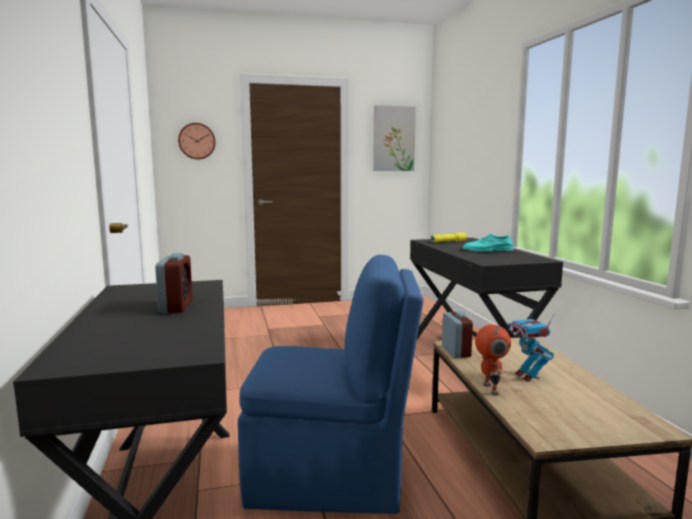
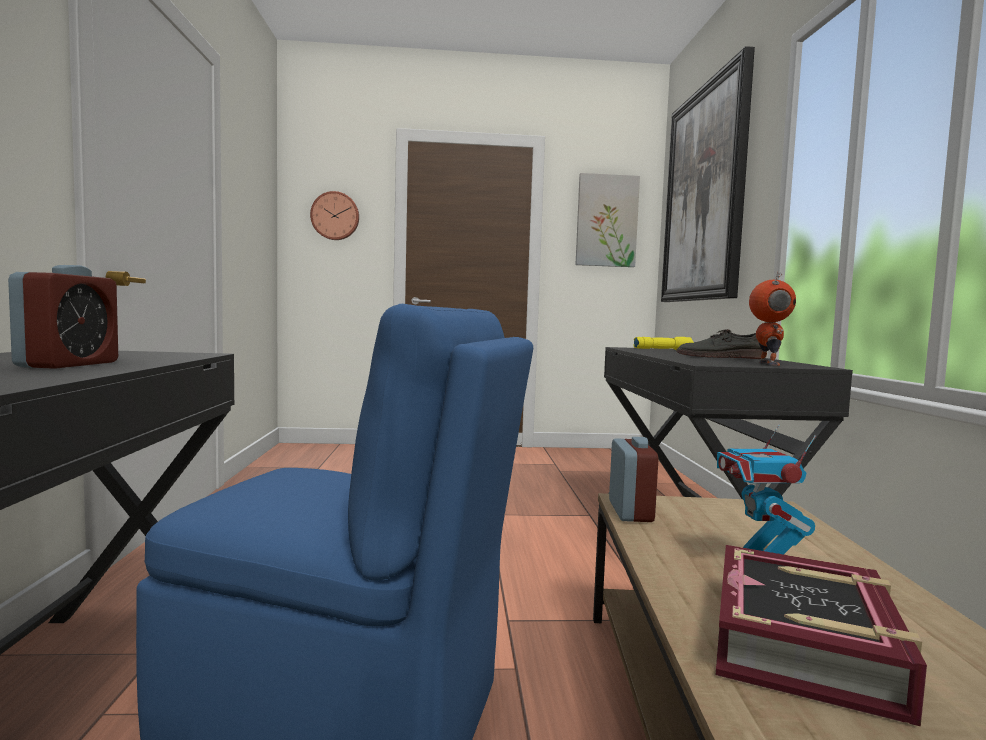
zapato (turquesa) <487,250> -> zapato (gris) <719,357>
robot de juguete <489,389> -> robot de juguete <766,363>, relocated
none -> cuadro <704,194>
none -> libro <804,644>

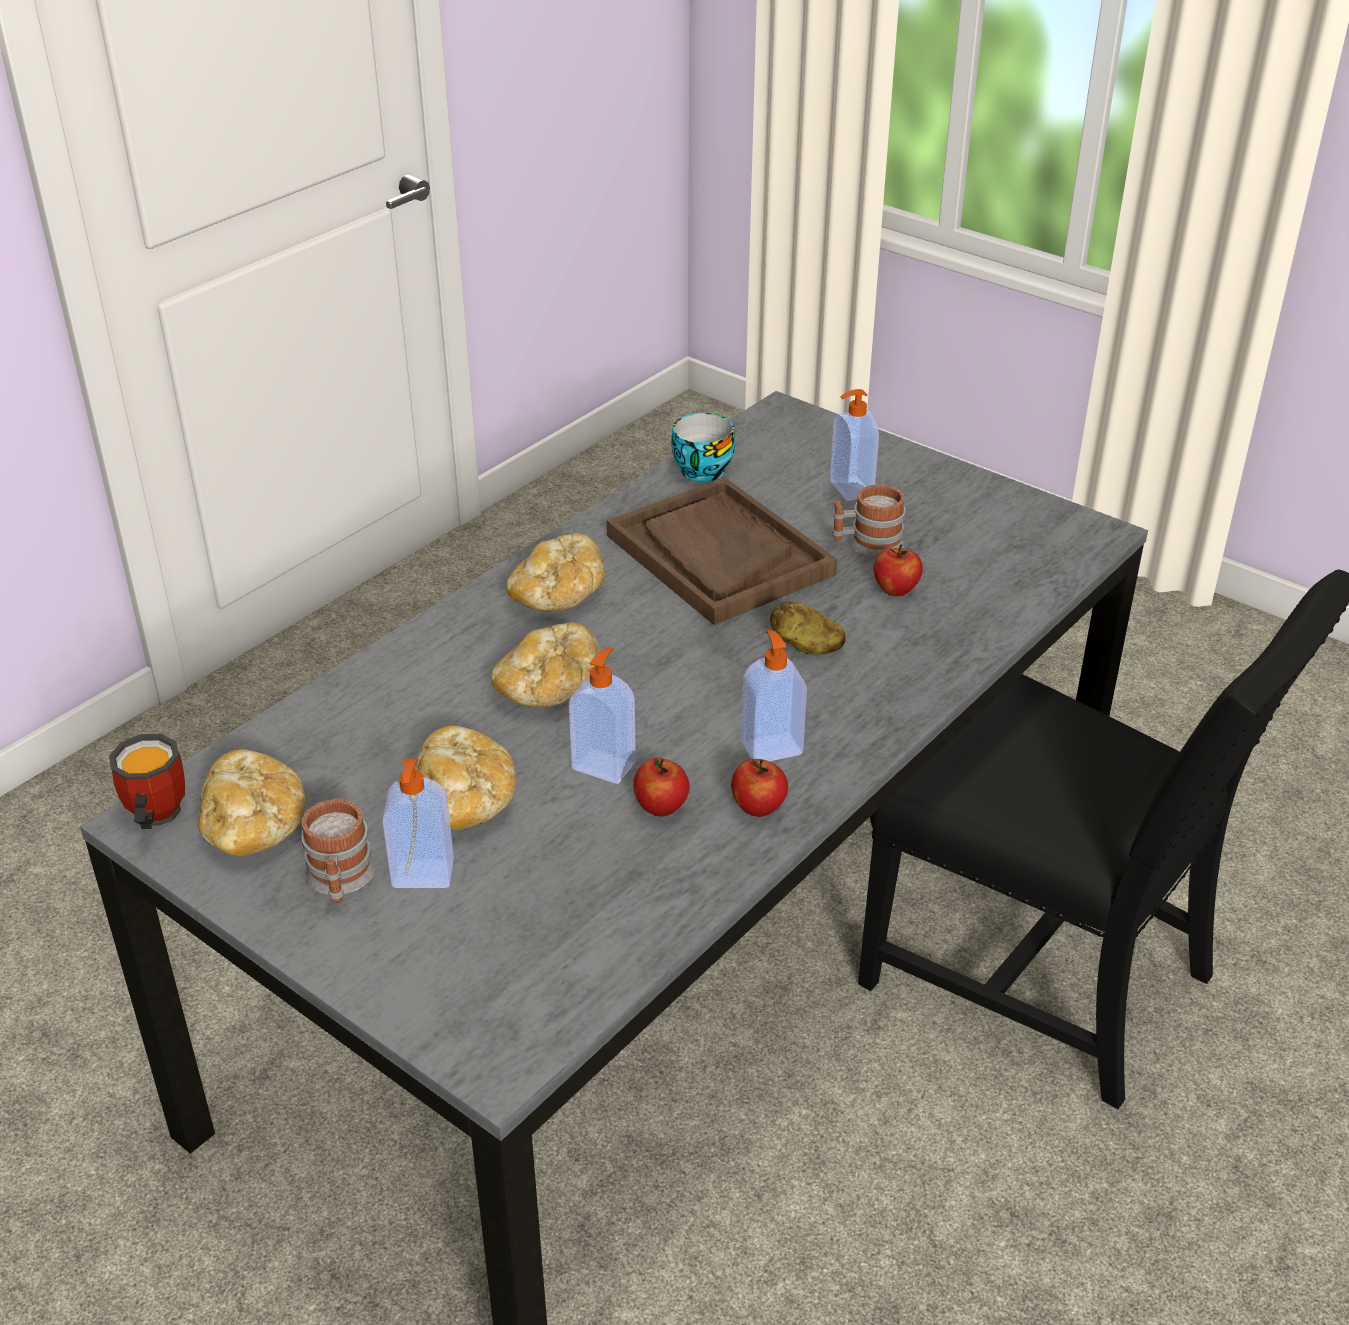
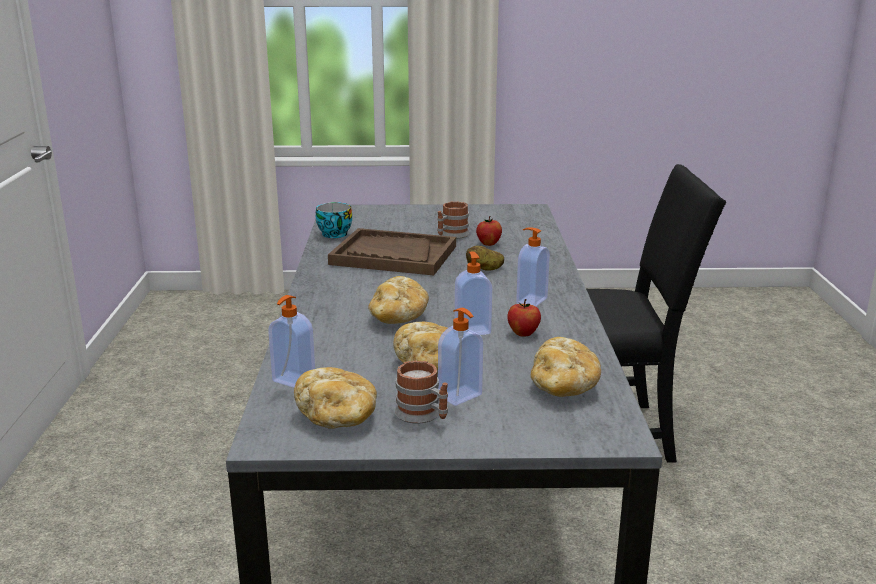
taza grande <152,818> -> none
pan <559,597> -> pan <563,387>, relocated
manzana <758,808> -> none
dispensador de jabón <850,489> -> dispensador de jabón <293,381>, relocated

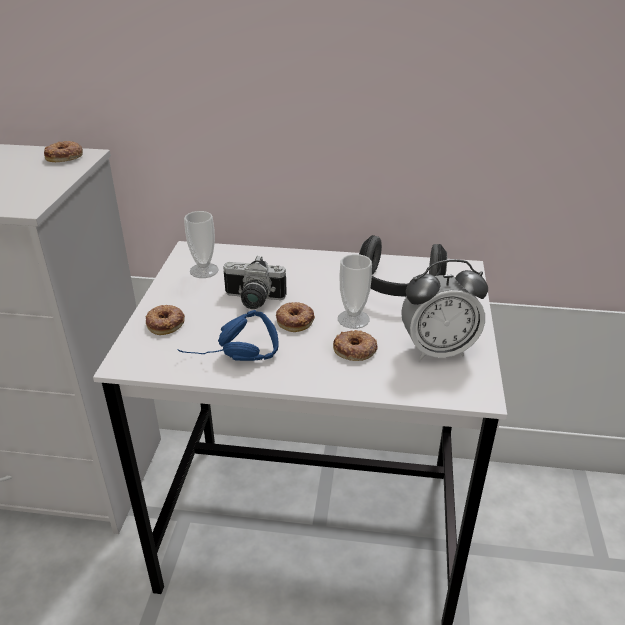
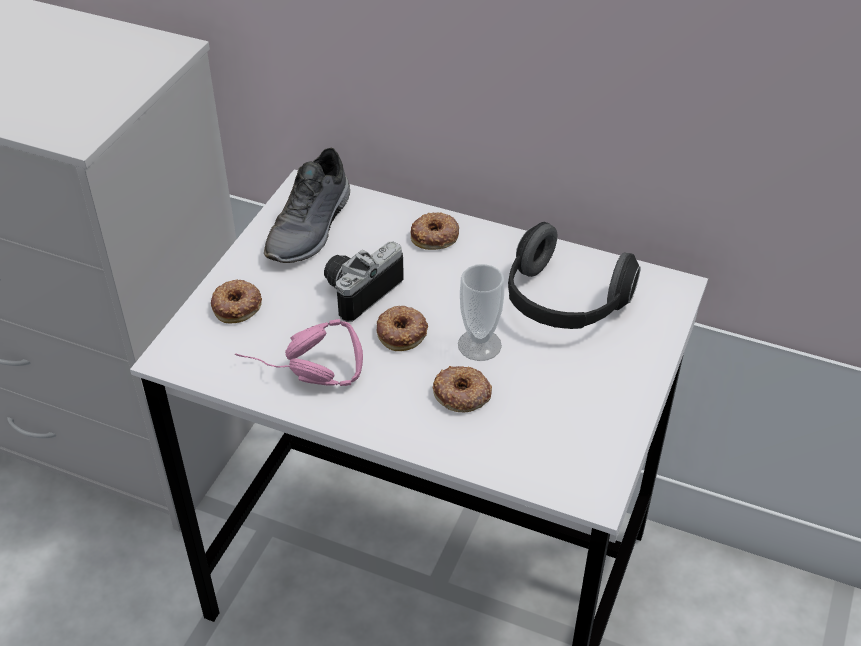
rosquilla <65,156> -> rosquilla <435,236>, relocated
auriculares (azul) <231,358> -> auriculares (rosa) <301,375>
taza <204,270> -> zapato (gris) <311,228>
cámara <252,301> -> cámara <358,290>, 105 degrees clockwise
despertador <437,350> -> none

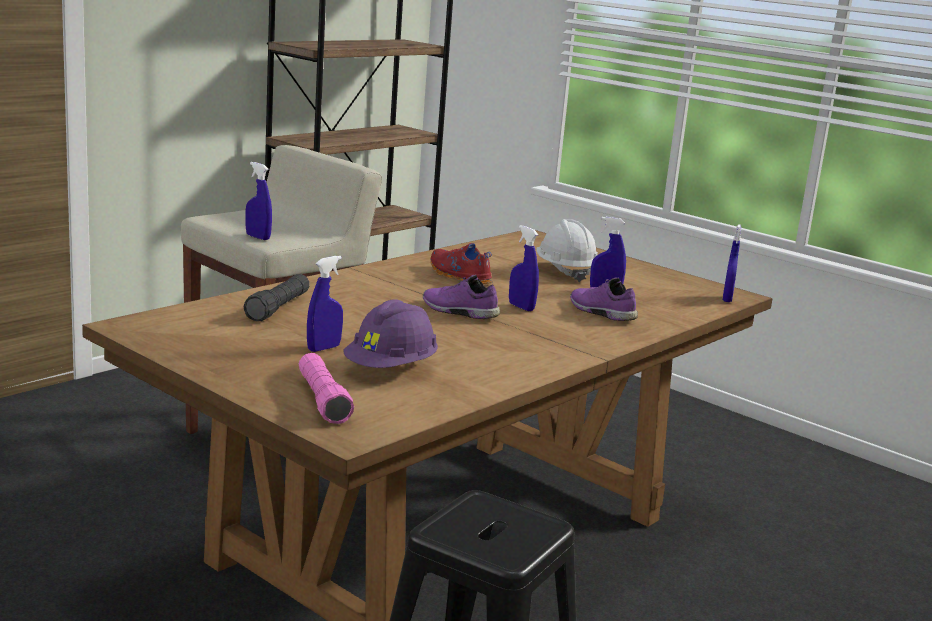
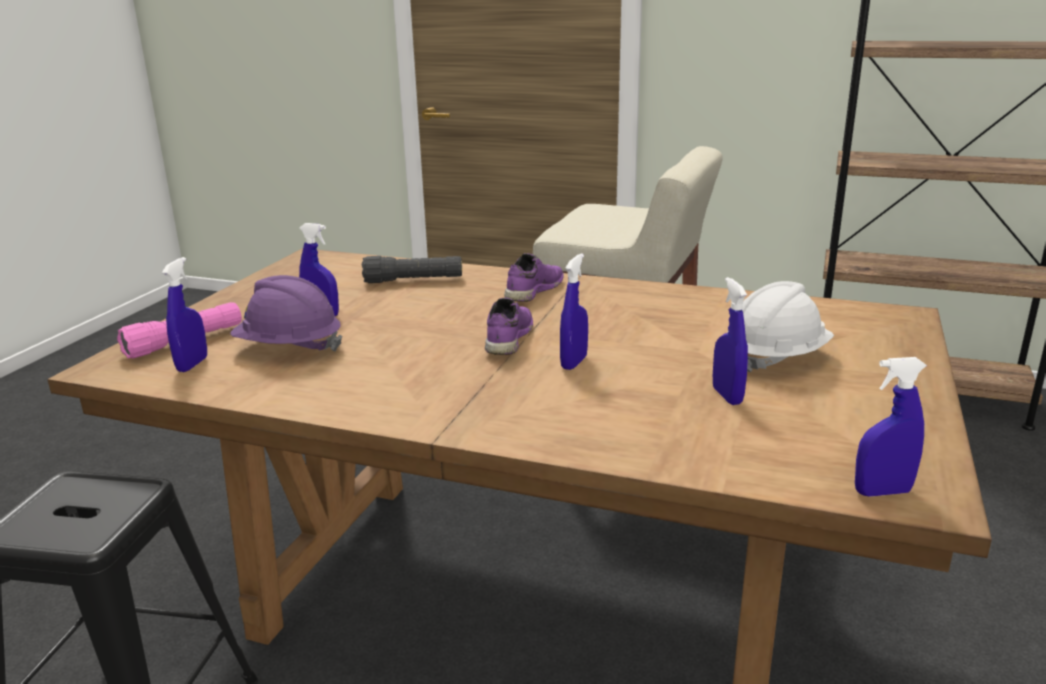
pulverizador (azul) <258,237> -> pulverizador (azul) <192,364>, relocated
zapato (rojo) <458,276> -> none
zapato (morado) <600,312> -> zapato (morado) <533,291>, relocated

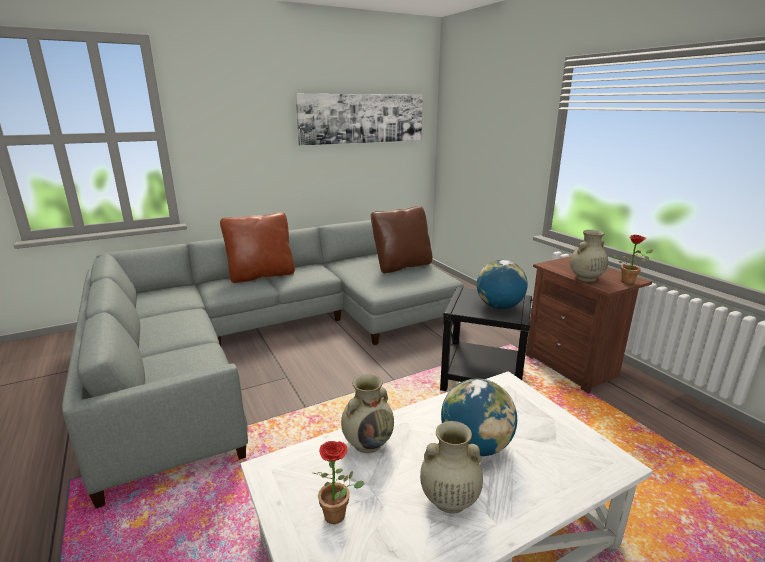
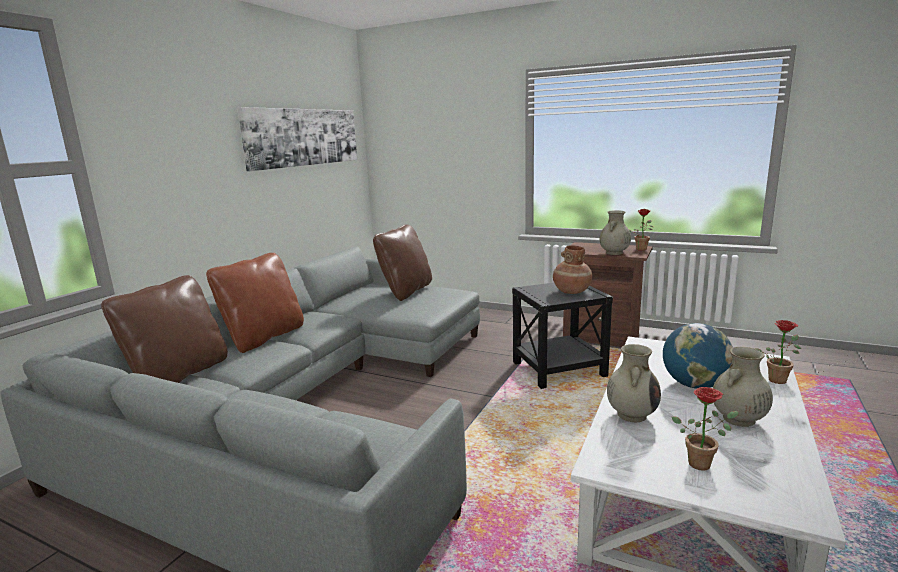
globo terráqueo <499,307> -> florero (marrón) <571,291>
none -> cojín (marrón) <179,375>
none -> planta en maceta <777,379>

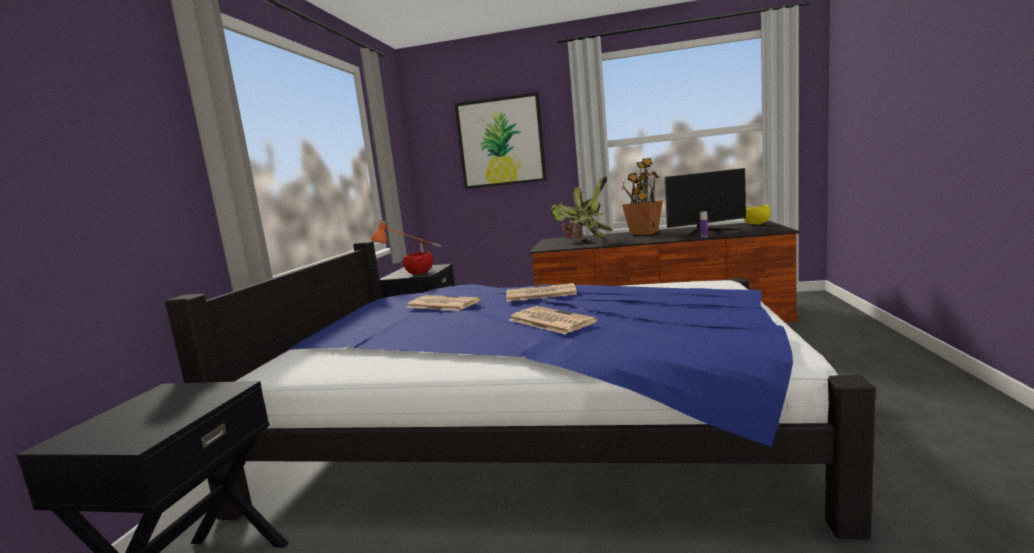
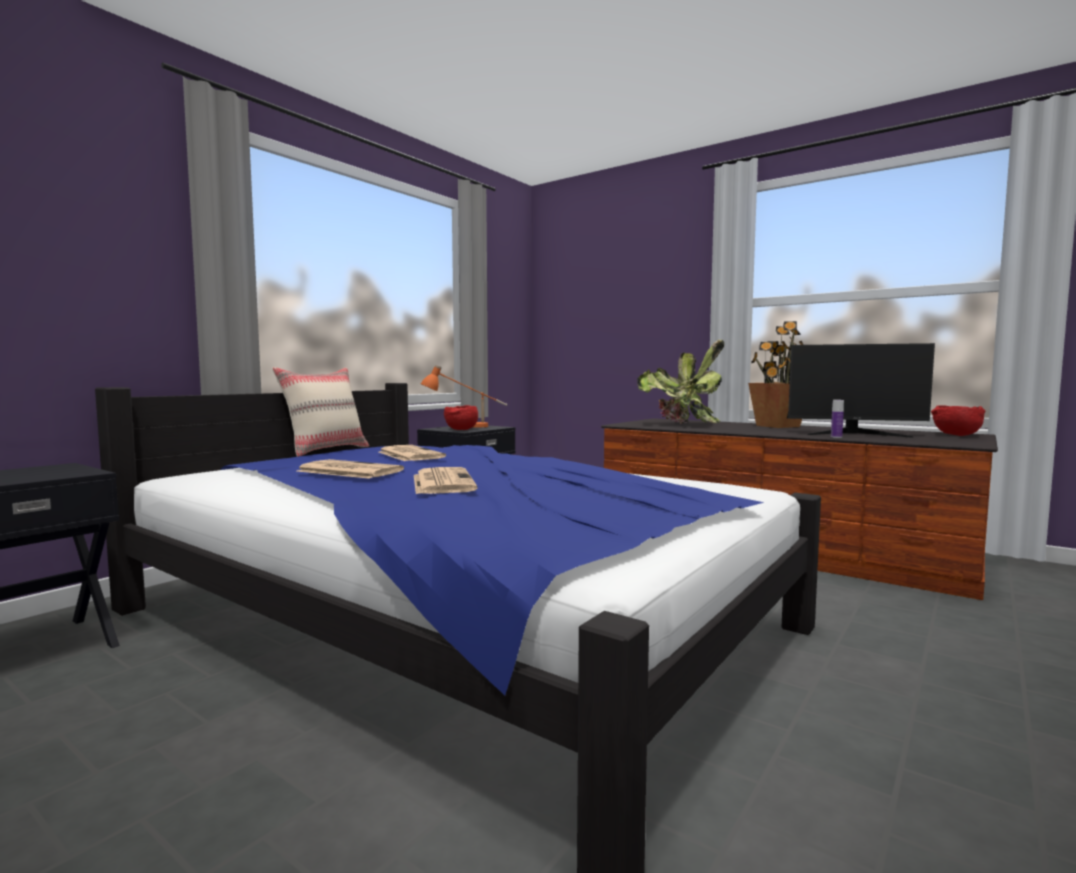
cuadro <501,142> -> none
periódico <539,294> -> periódico <348,471>, relocated
cuenco (amarillo) <756,224> -> cuenco (rojo) <956,435>
none -> cojín (beis) <325,450>

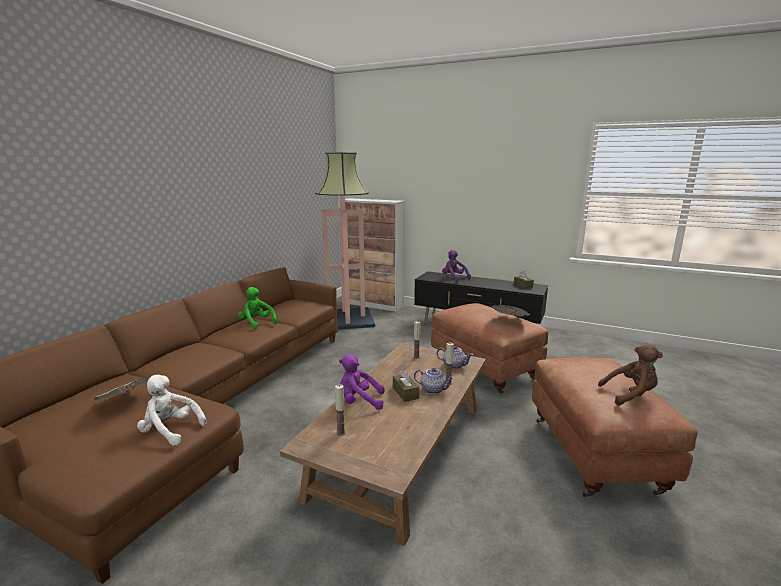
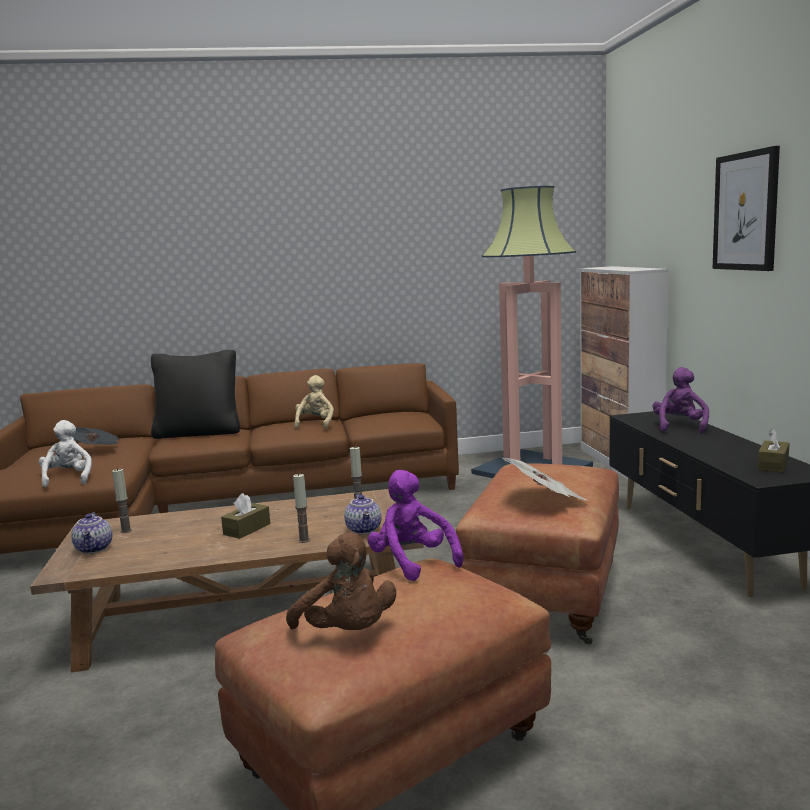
peluche (verde) <257,323> -> peluche (beis) <315,424>
peluche (morado) <359,402> -> peluche (morado) <412,562>, relocated
tetera <433,389> -> tetera <95,549>, relocated
none -> cojín (negro) <199,433>
none -> cuadro <746,211>

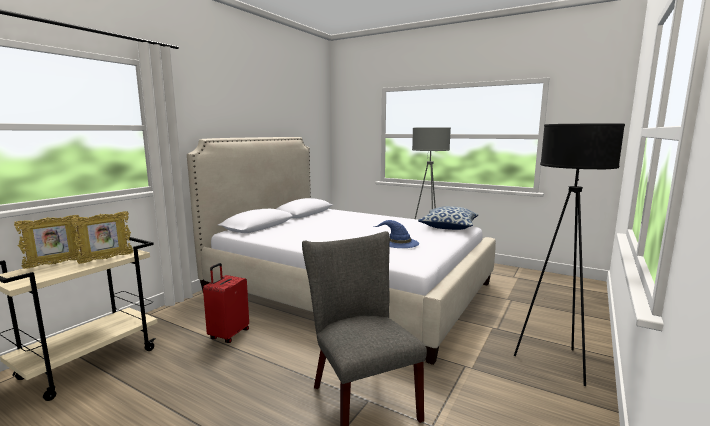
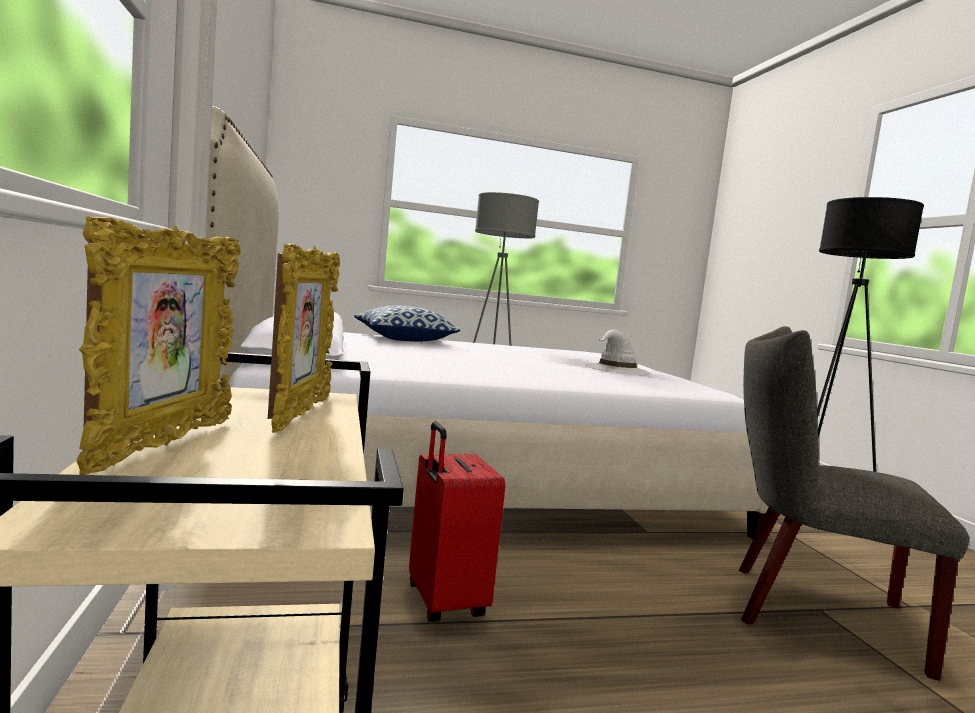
sombrero (azul) <399,243> -> sombrero (blanco) <617,369>
cojín <448,227> -> cojín <403,339>, relocated

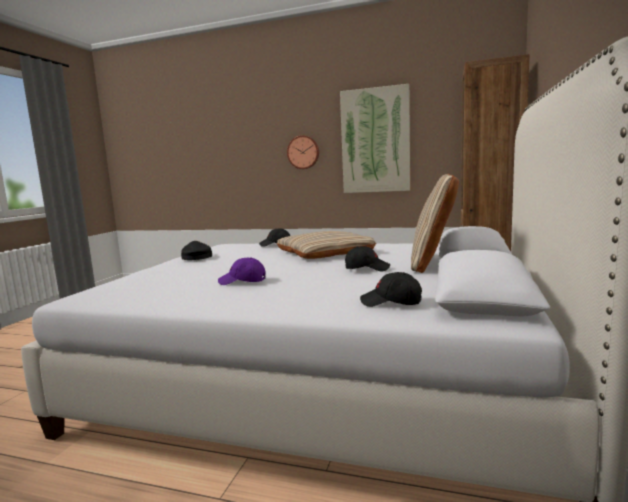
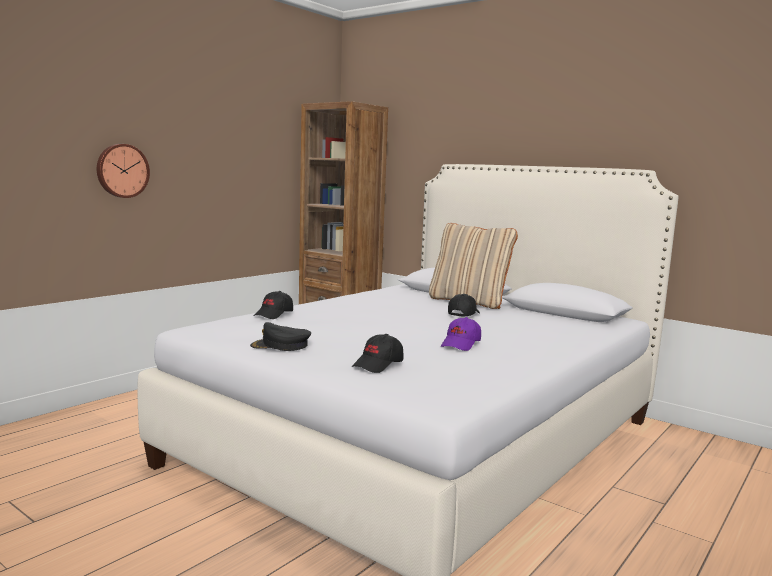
cojín (beis) <324,252> -> none
cuadro <375,141> -> none
gorra (negro) <391,302> -> gorra (negro) <378,365>, relocated

